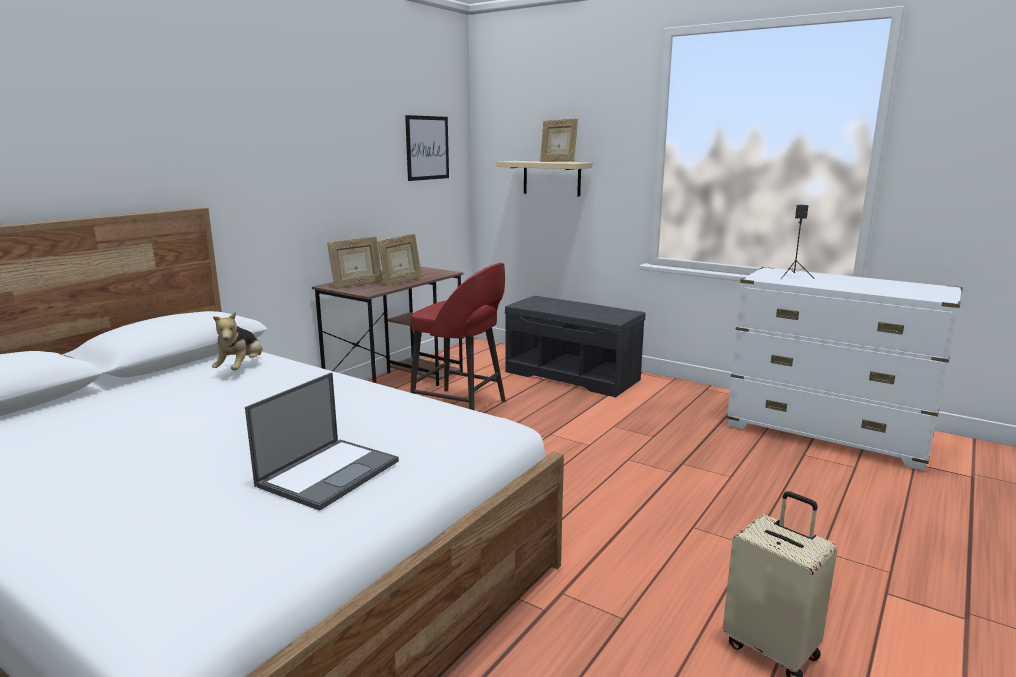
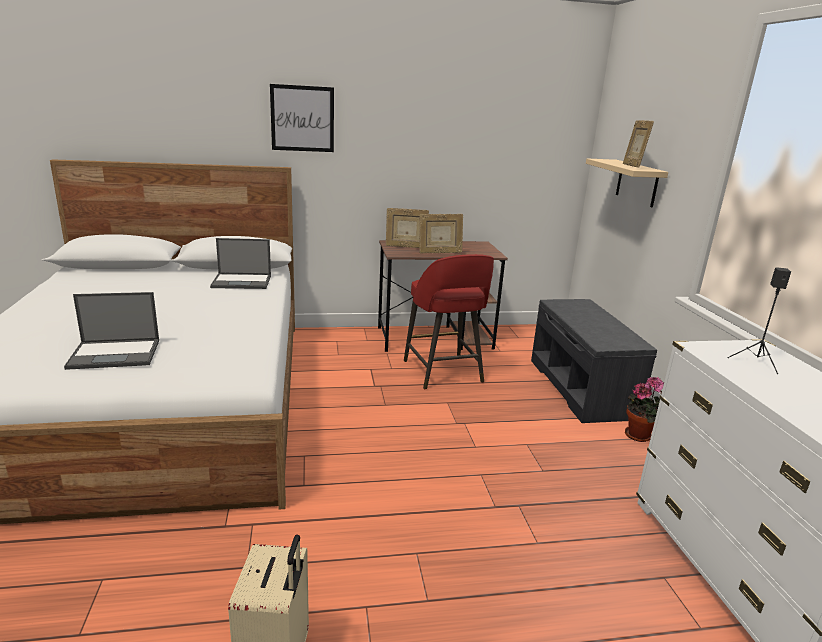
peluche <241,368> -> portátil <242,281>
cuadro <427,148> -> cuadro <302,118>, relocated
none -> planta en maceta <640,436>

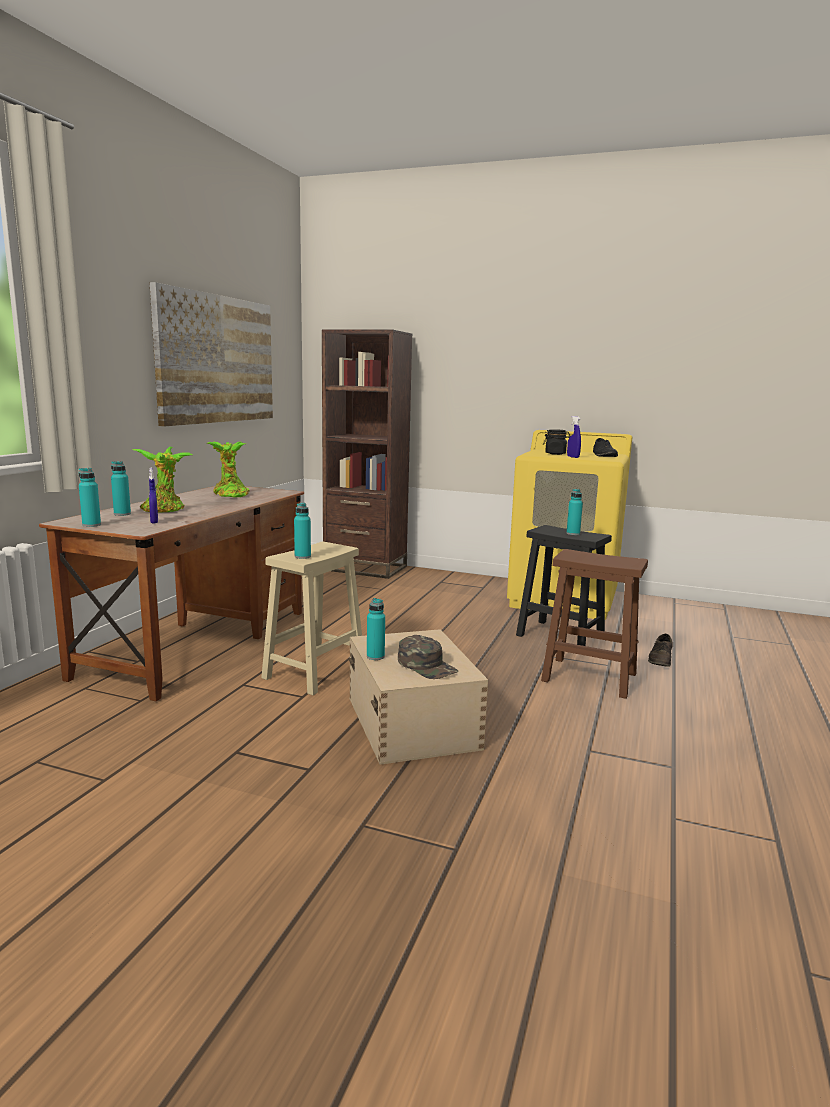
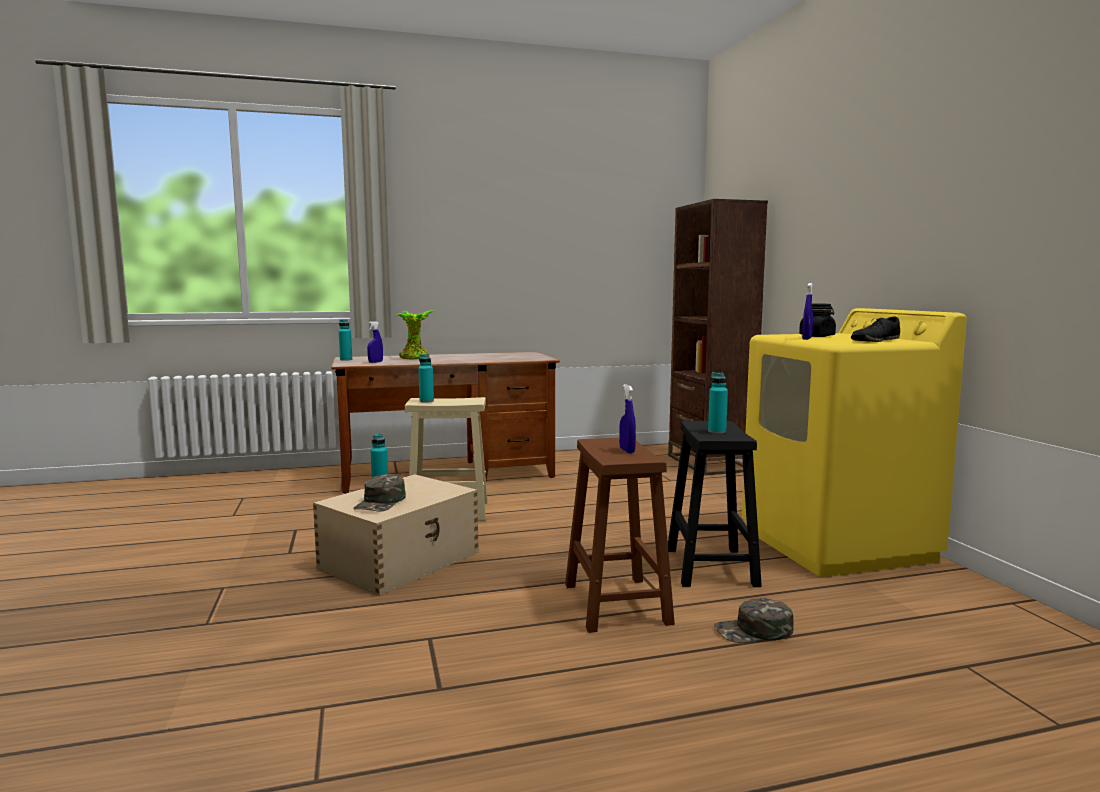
botella (turquesa) <122,514> -> none
cuadro <217,359> -> none
planta en maceta <230,495> -> none
zapato (marrón) <661,659> -> gorra (verde) <754,631>
none -> pulverizador (azul) <627,451>

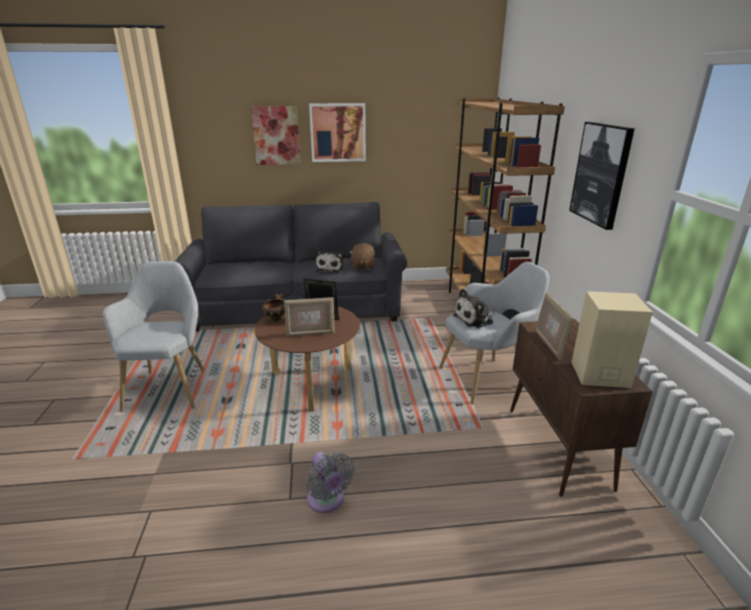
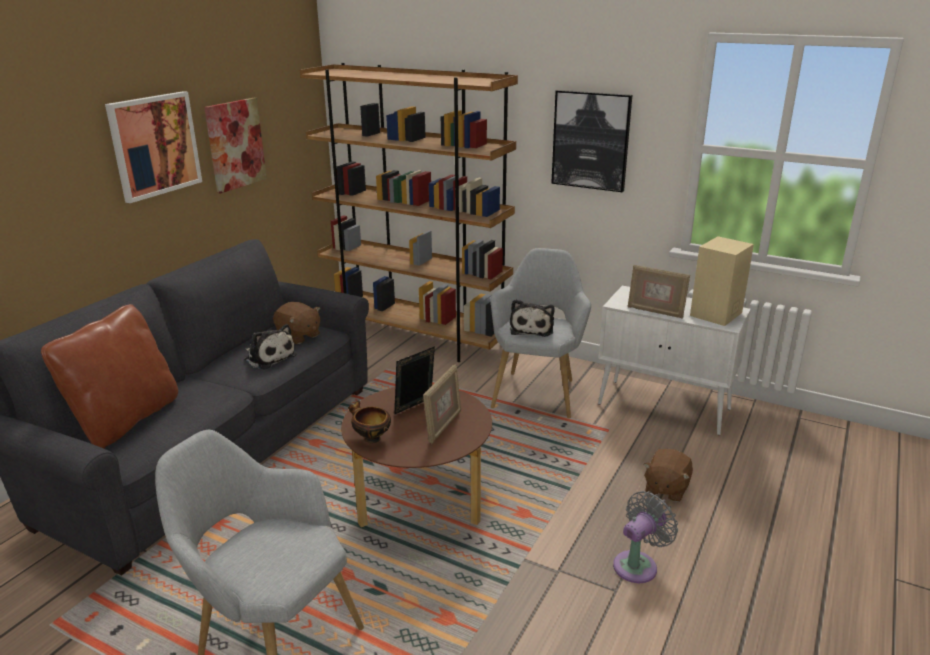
cuadro <276,135> -> cuadro <235,144>, relocated
ventilador (gris) <327,501> -> ventilador (gris) <638,565>, 45 degrees counterclockwise
armario (marrón) <558,448> -> armario (blanco) <665,407>
none -> cojín (marrón) <126,420>
none -> peluche (marrón) <666,489>

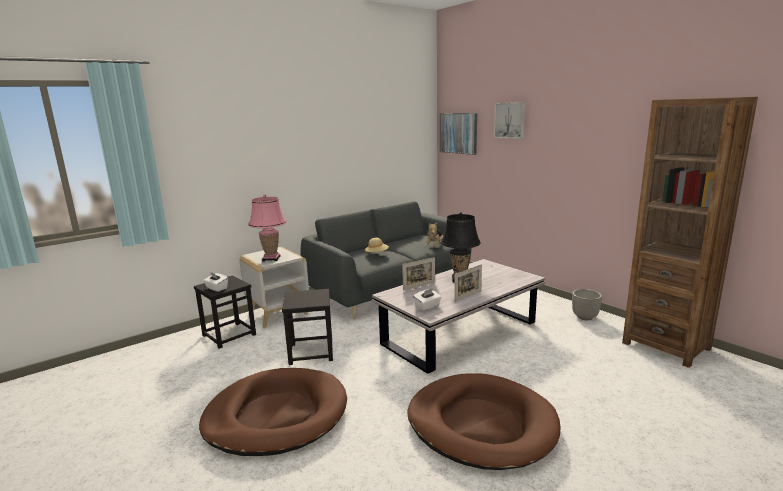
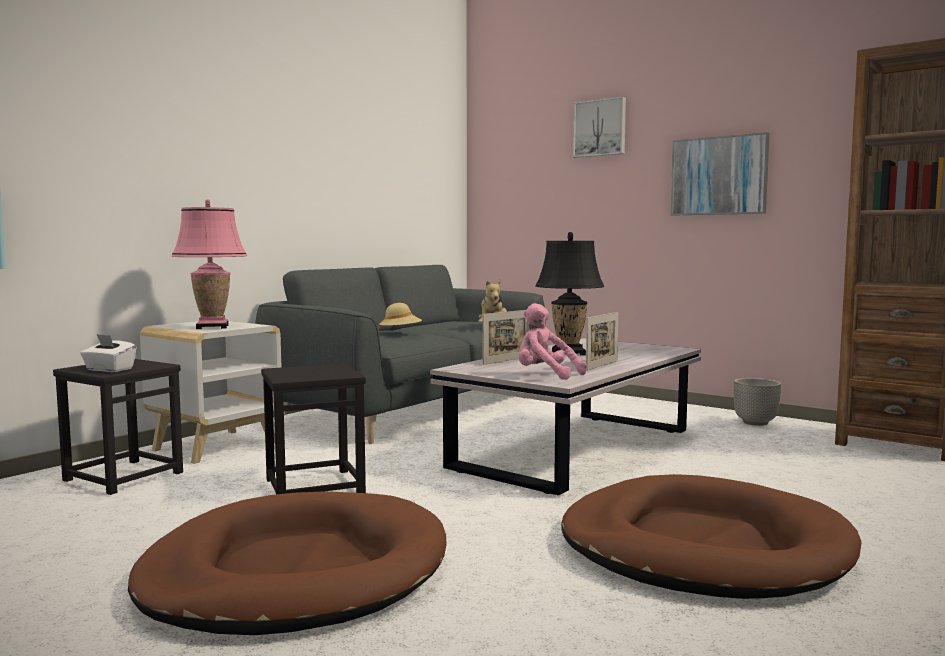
caja de pañuelos (blanco) <427,306> -> peluche (rosa) <545,375>
cuadro <458,133> -> cuadro <719,176>, relocated

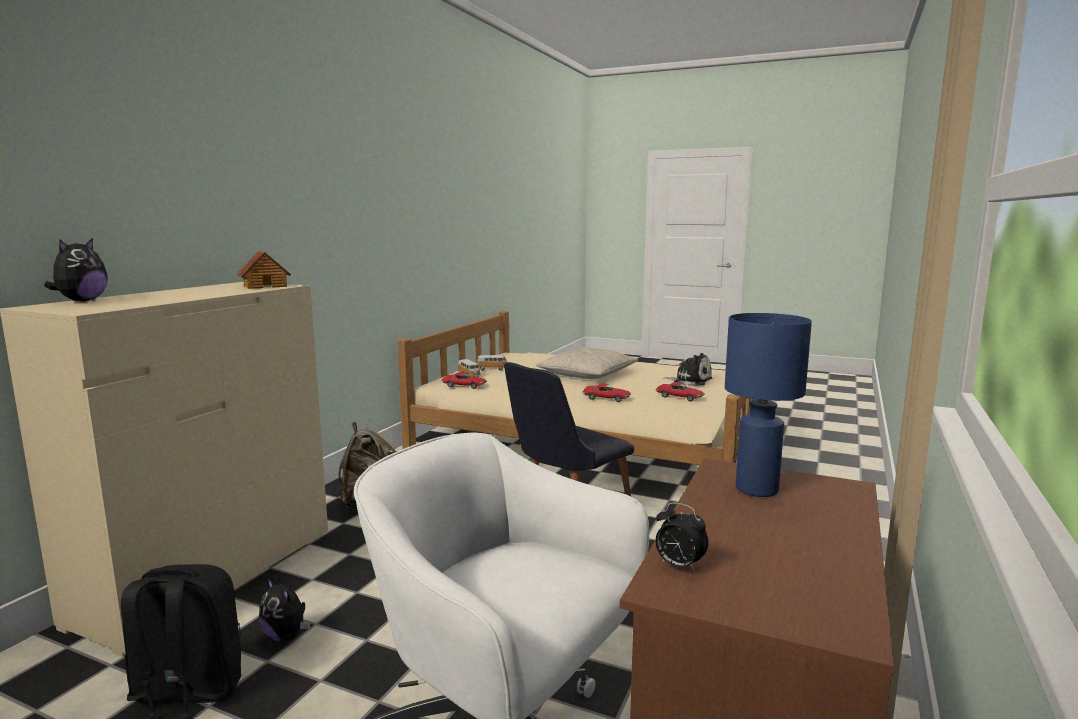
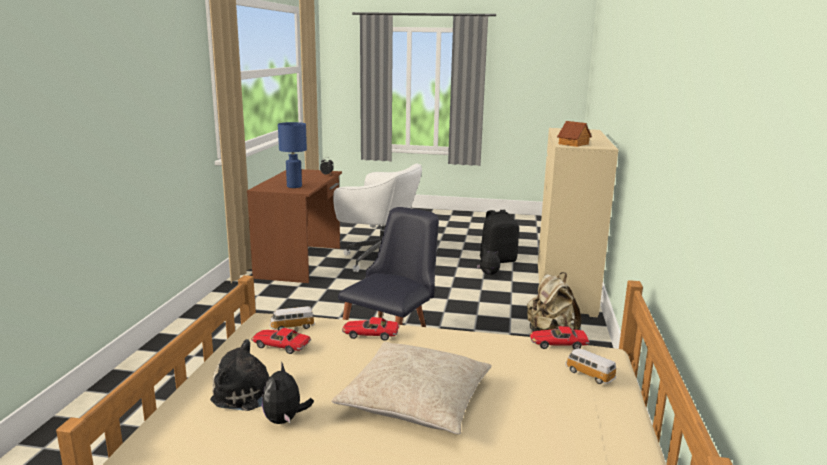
peluche <81,301> -> peluche <285,420>, relocated
coche de juguete <492,369> -> coche de juguete <292,327>, relocated

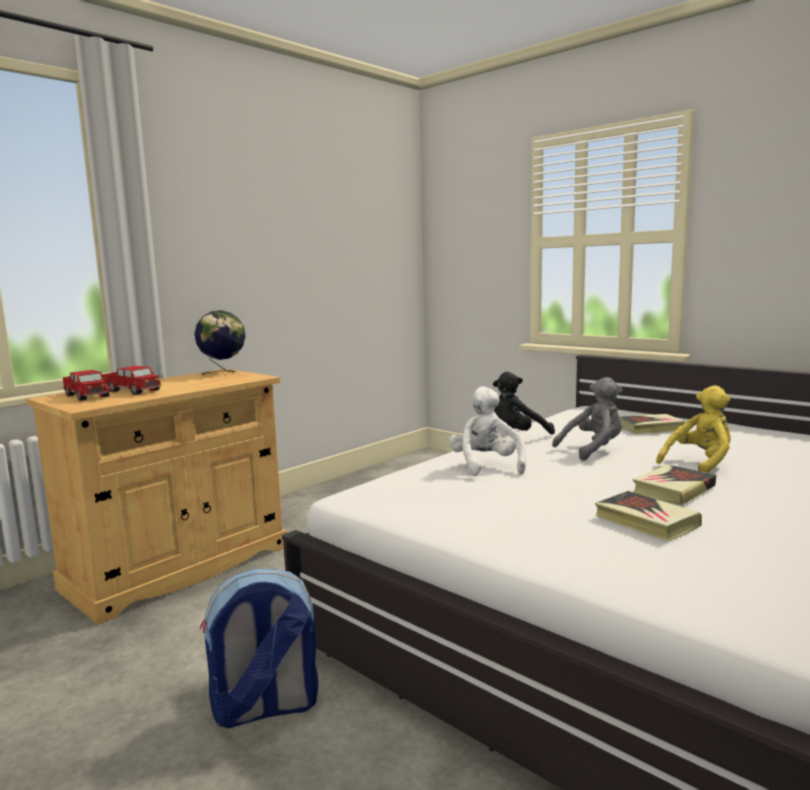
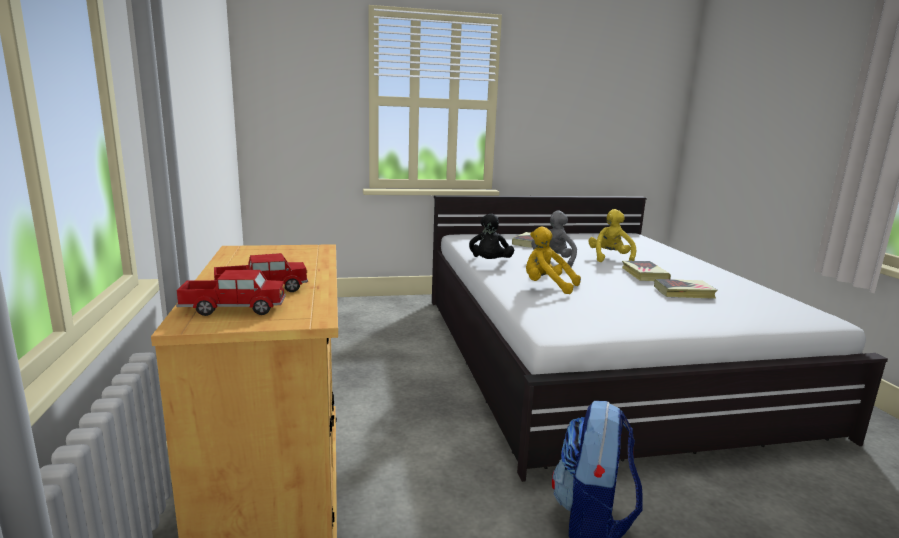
globo terráqueo <223,372> -> none
peluche (blanco) <486,466> -> peluche (amarillo) <547,286>

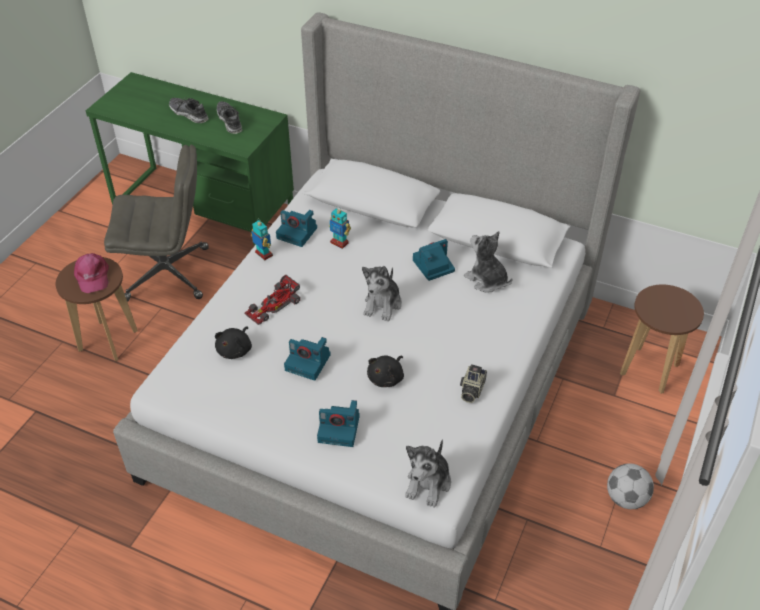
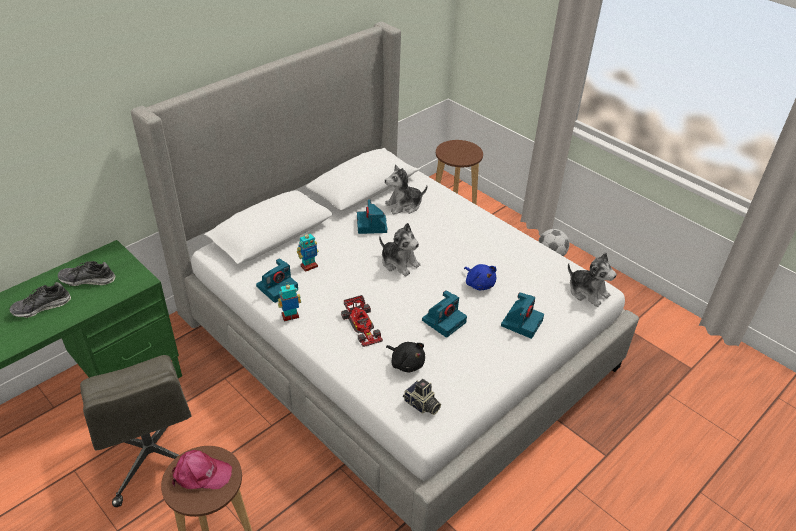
silla de oficina (gris) <168,273> -> silla de oficina (gris) <153,457>, 135 degrees clockwise
peluche (negro) <387,378> -> peluche (azul) <479,284>
cámara <471,390> -> cámara <421,405>, relocated

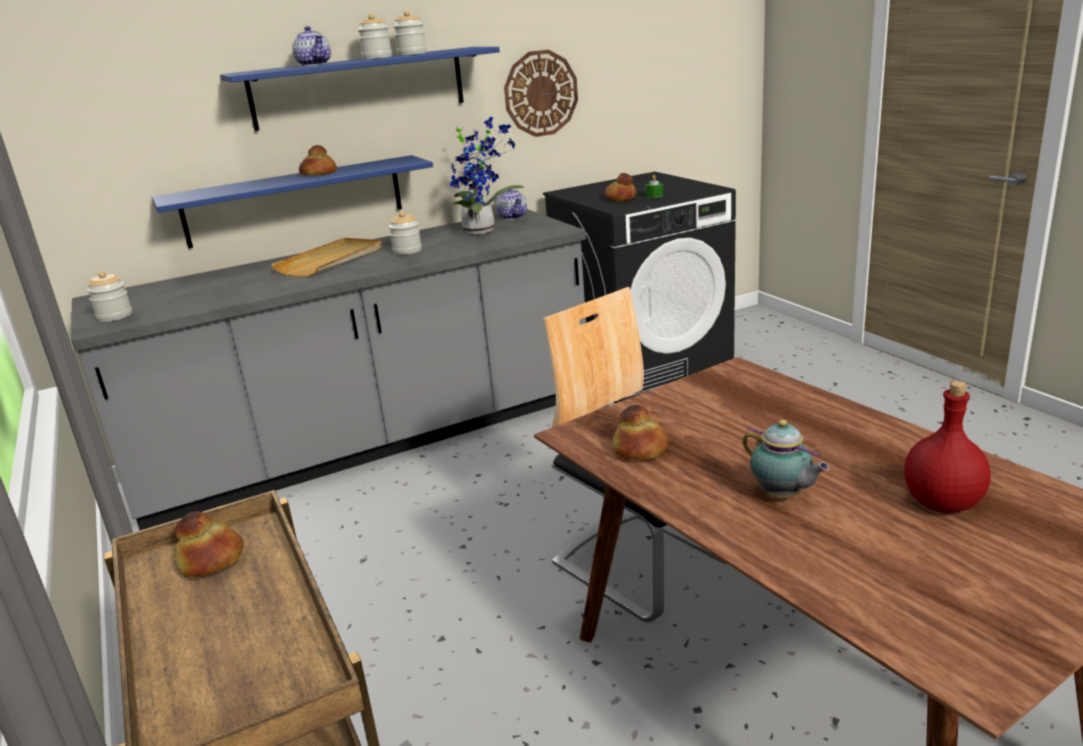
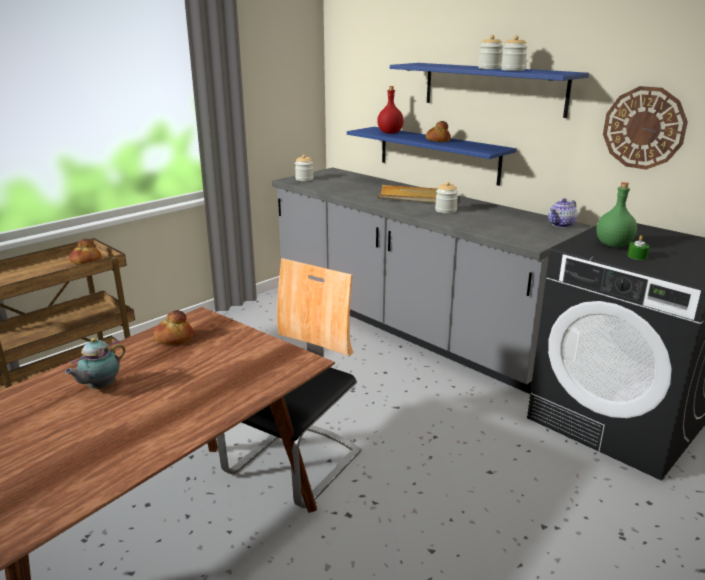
tetera <315,64> -> none
planta en maceta <483,230> -> none
pan <621,198> -> botella (verde) <614,245>
botella (rojo) <944,503> -> botella (rojo) <390,133>, relocated

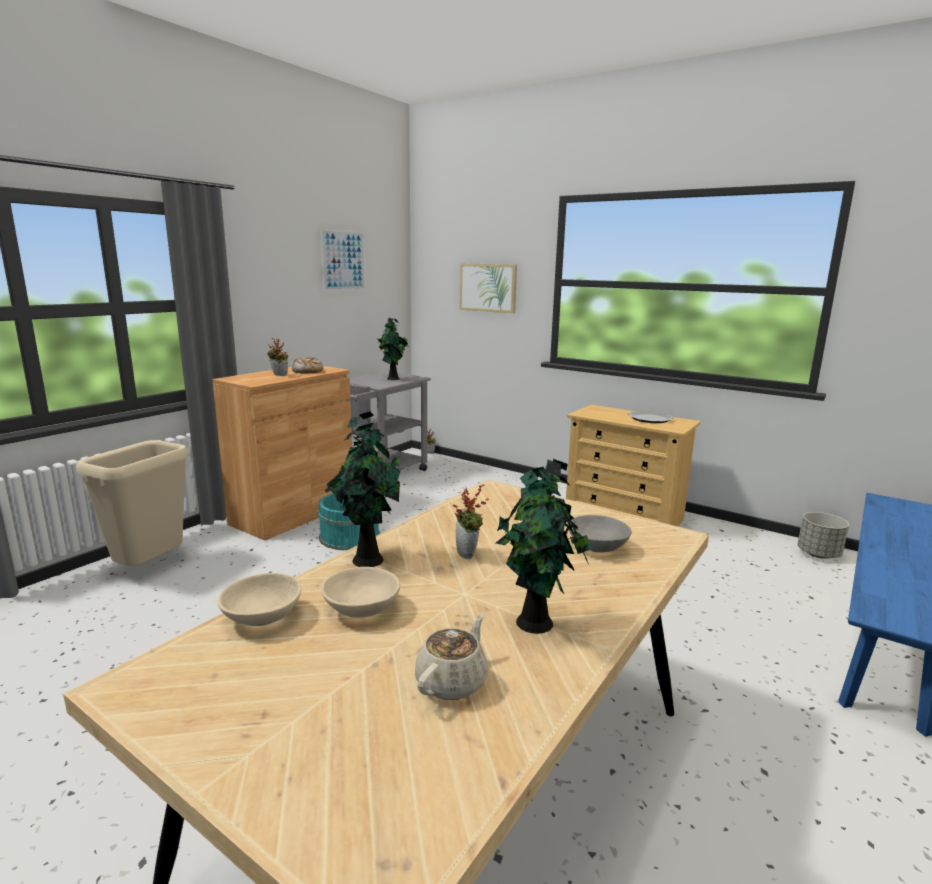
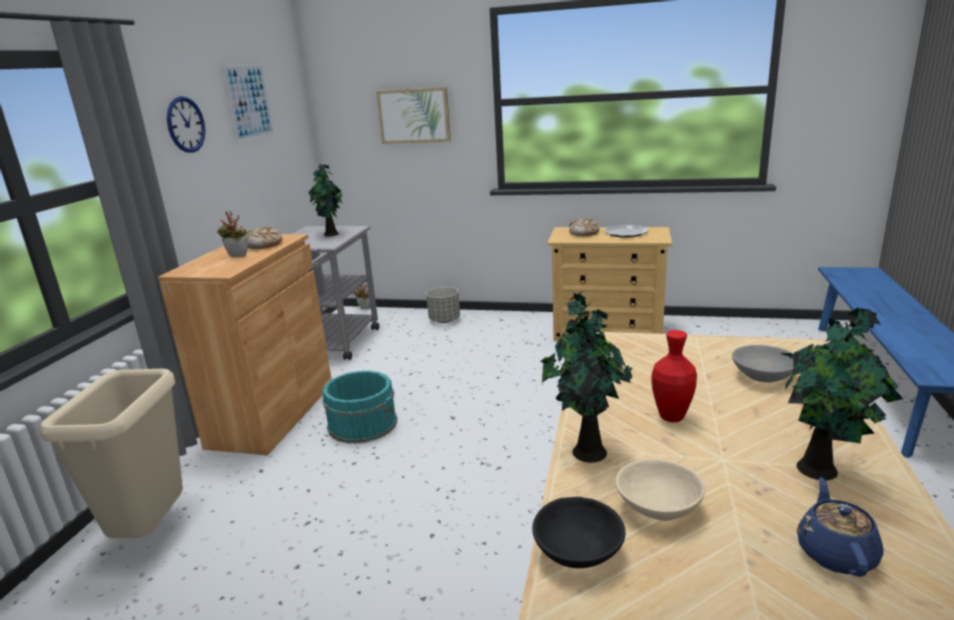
cuenco (beis) <263,617> -> cuenco (negro) <578,552>
tetera (beis) <452,681> -> tetera (azul) <835,553>
planta en maceta <469,554> -> florero (rojo) <671,417>
maceta (gris) <818,554> -> maceta (gris) <444,320>, relocated
none -> reloj de pared <185,124>
none -> pan <583,233>

